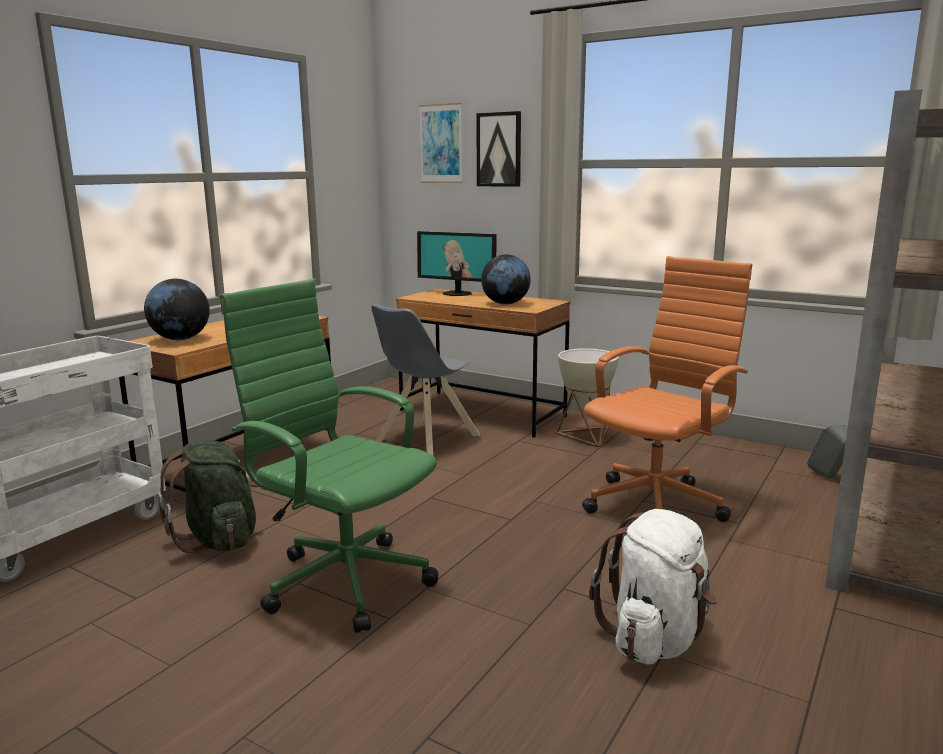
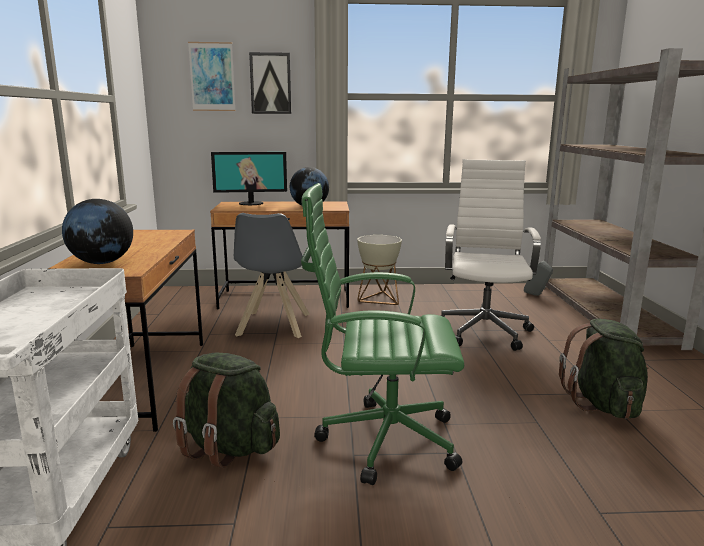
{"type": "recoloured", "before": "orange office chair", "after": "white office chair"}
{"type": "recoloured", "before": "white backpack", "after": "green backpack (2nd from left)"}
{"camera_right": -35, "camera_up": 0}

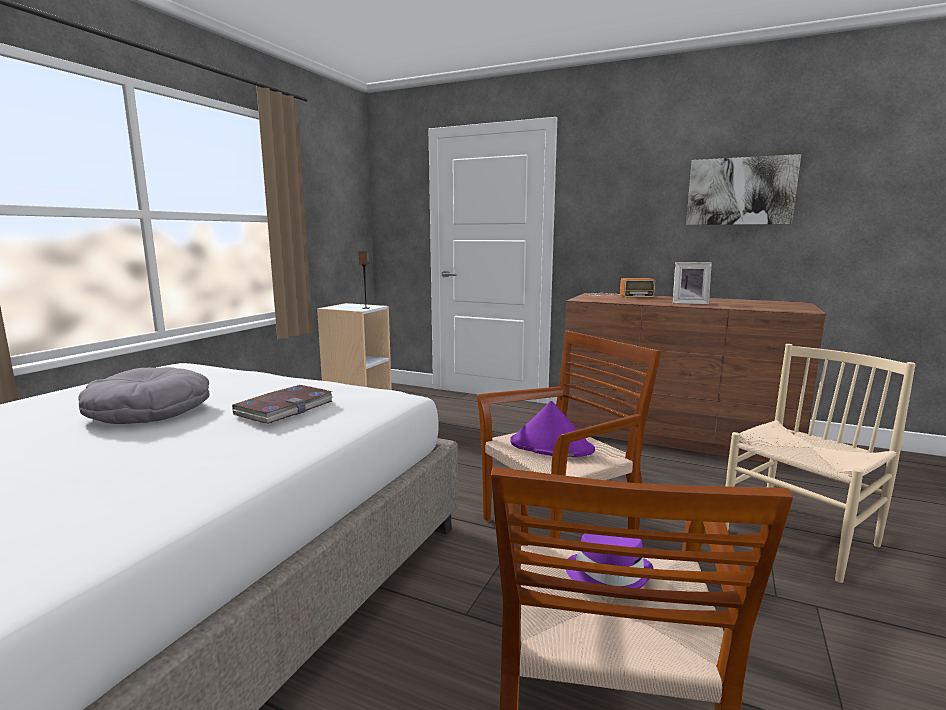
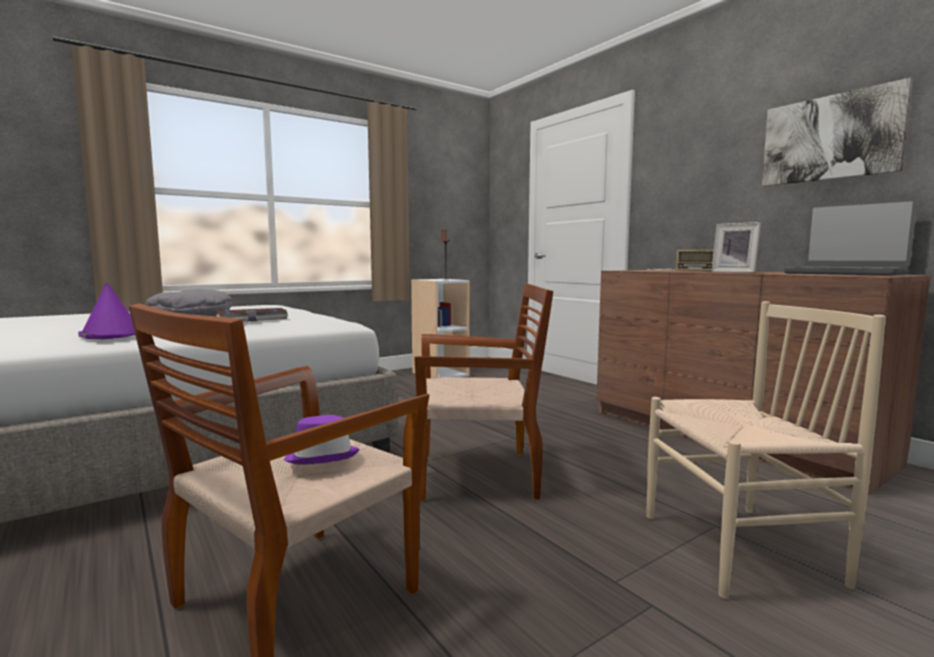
{"type": "moved", "before": "purple hat (1st from left)"}
{"type": "added", "after": "laptop"}
{"camera_right": 30, "camera_up": -5}

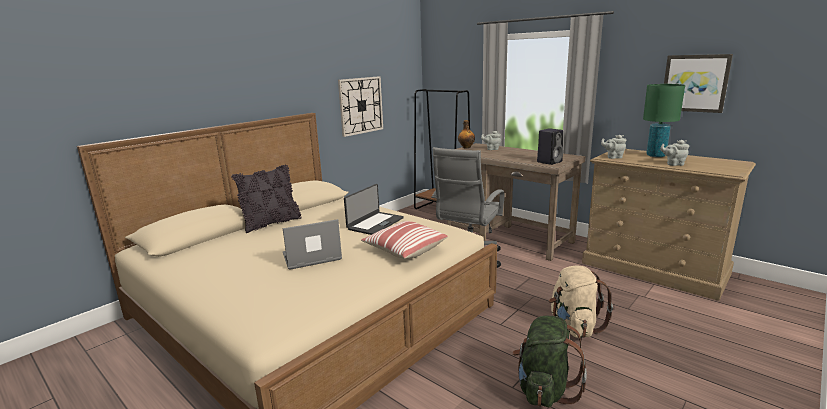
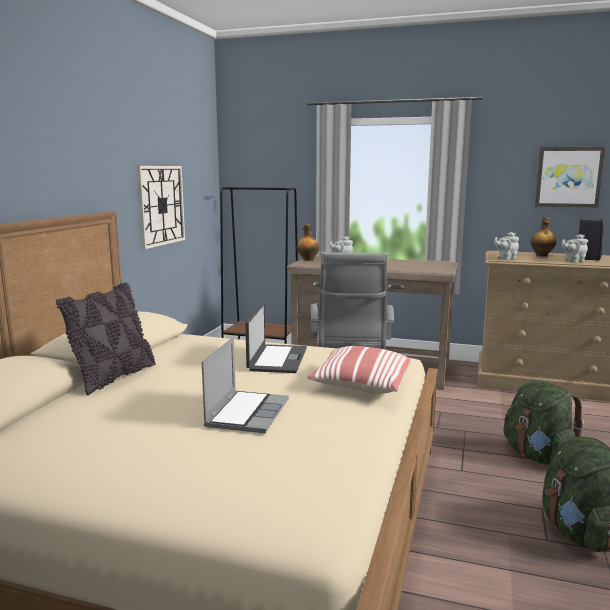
{"type": "turned", "before": "laptop (1st from left)", "turn": 150}
{"type": "moved", "before": "black speaker"}
{"type": "recoloured", "before": "beige backpack", "after": "green backpack (1st from left)"}
{"type": "replaced", "before": "green table lamp", "after": "bottle (2nd from left)"}
{"camera_right": -25, "camera_up": -5}

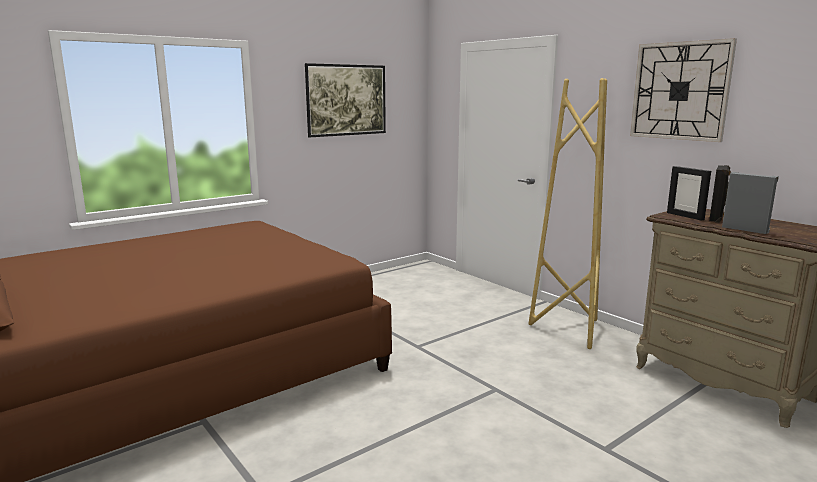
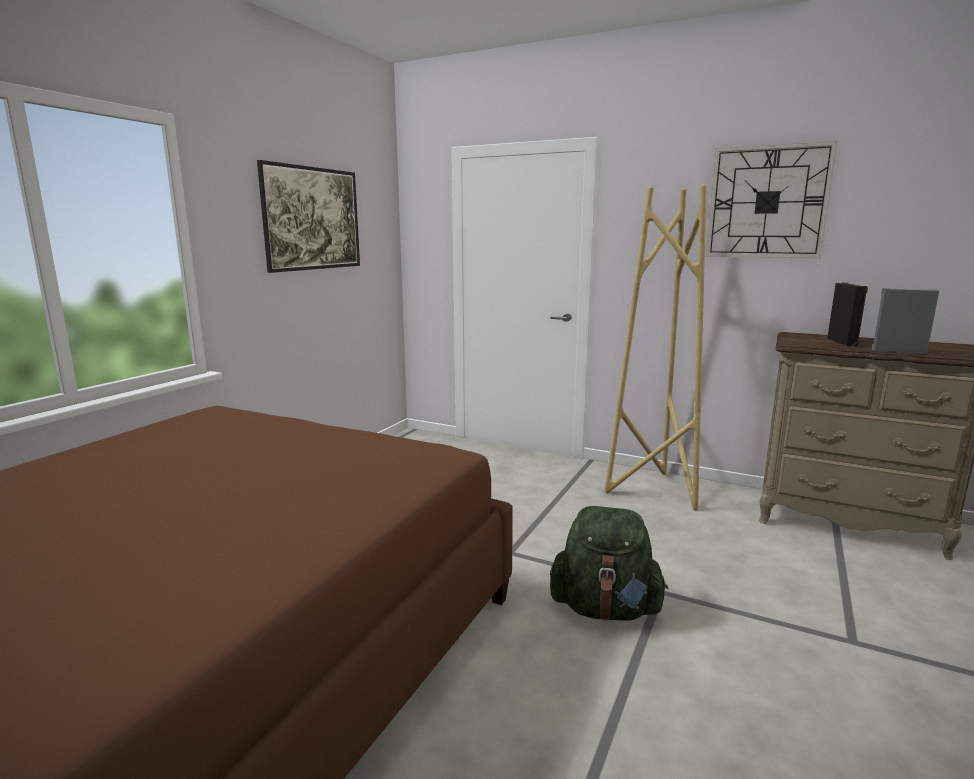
{"type": "removed", "before": "picture frame"}
{"type": "added", "after": "green backpack"}
{"camera_right": -25, "camera_up": 0}

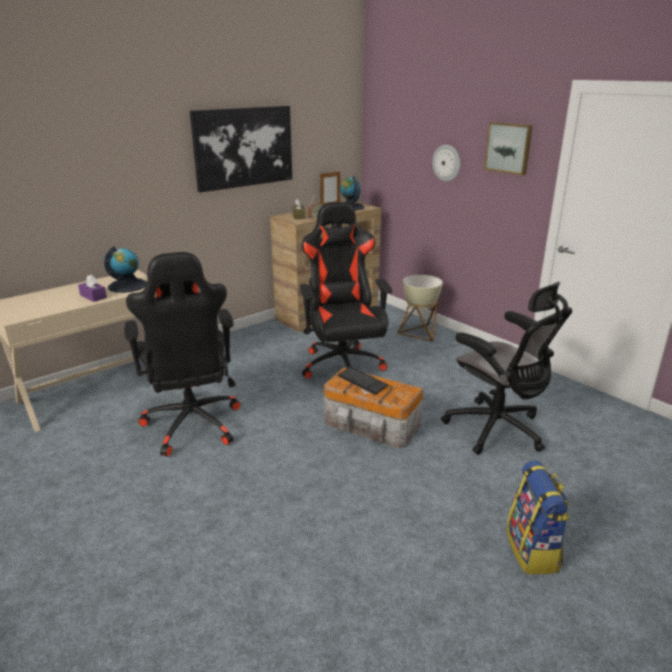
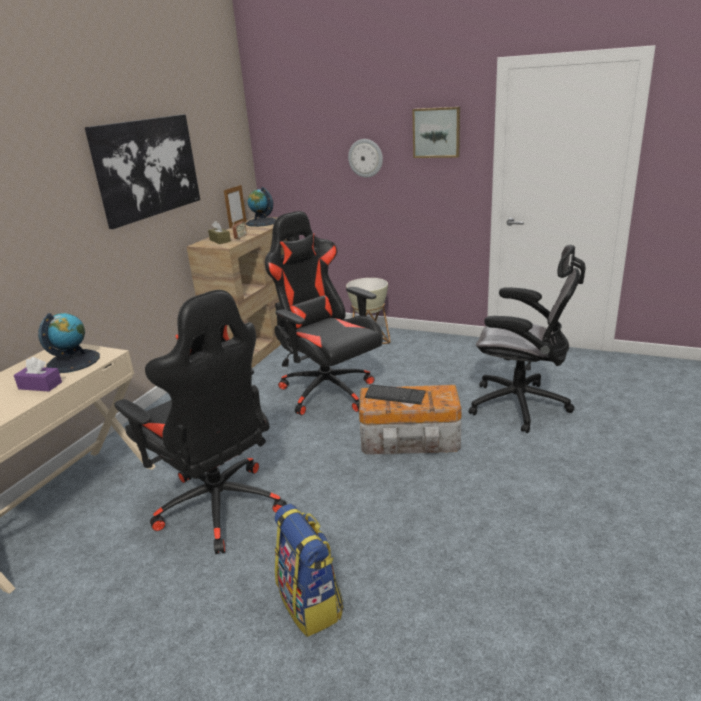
{"type": "moved", "before": "backpack"}
{"camera_right": -25, "camera_up": 0}

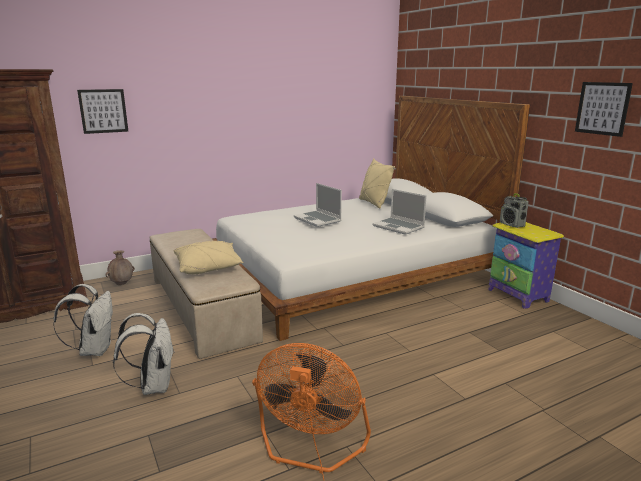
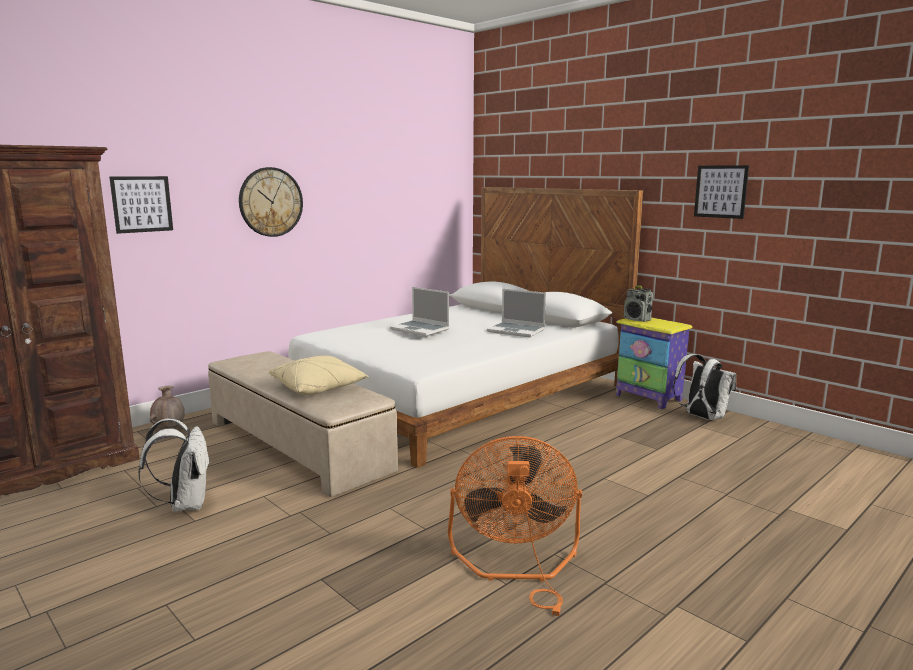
{"type": "moved", "before": "white backpack (2nd from left)"}
{"type": "removed", "before": "beige pillow (2nd from left)"}
{"type": "added", "after": "wall clock"}
{"camera_right": -15, "camera_up": -5}

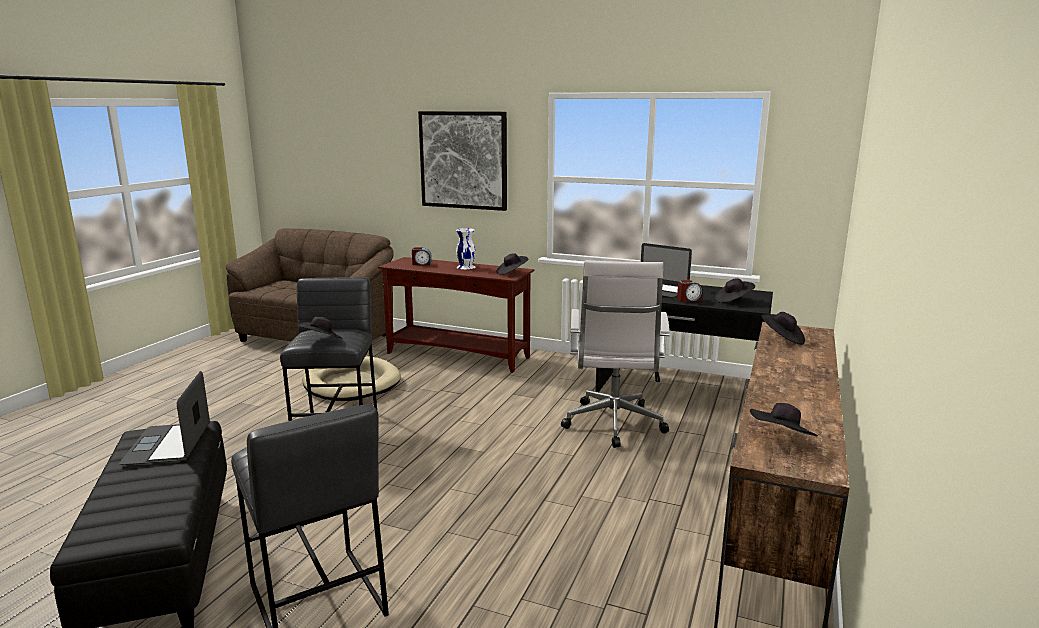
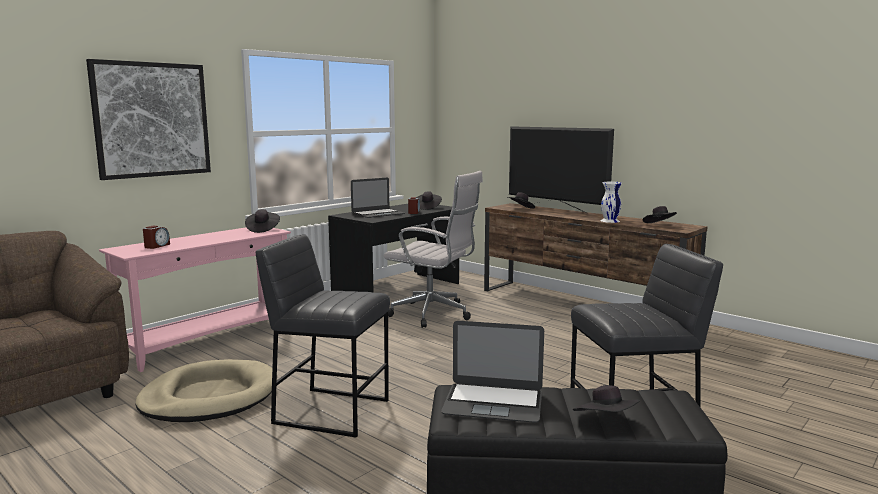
{"type": "moved", "before": "black hat (1st from left in the first image)", "after": "black hat (4th from left)"}
{"type": "recoloured", "before": "brown console table", "after": "pink console table"}
{"type": "moved", "before": "white vase"}
{"type": "added", "after": "television"}
{"camera_right": -70, "camera_up": -5}

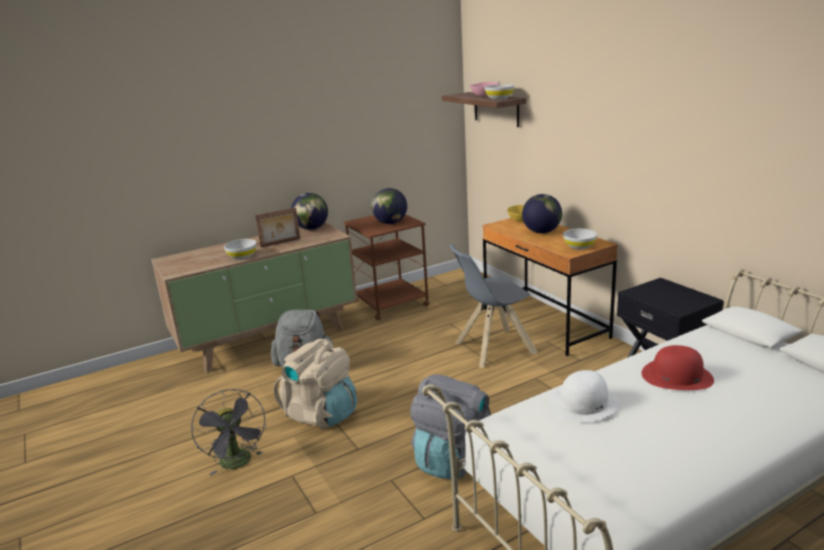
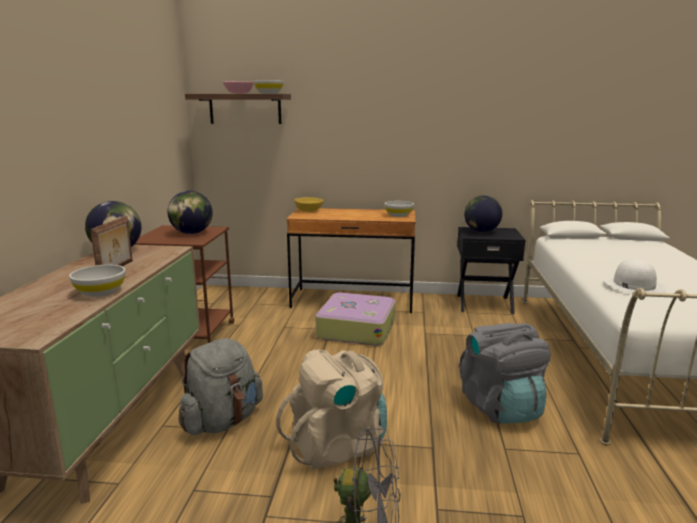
{"type": "replaced", "before": "grey chair", "after": "suitcase"}
{"type": "moved", "before": "globe (3rd from left)"}
{"type": "removed", "before": "red hat"}
{"camera_right": -55, "camera_up": -5}

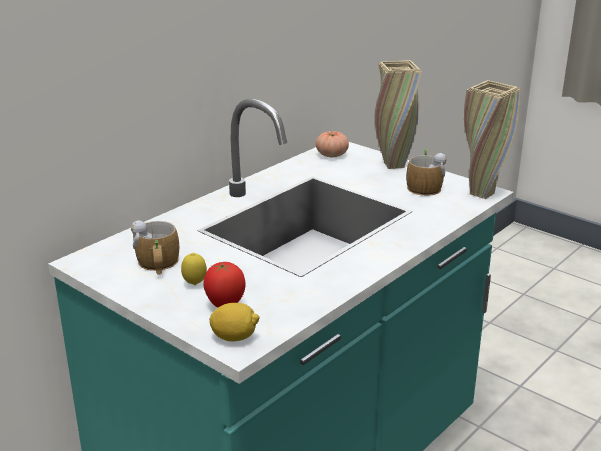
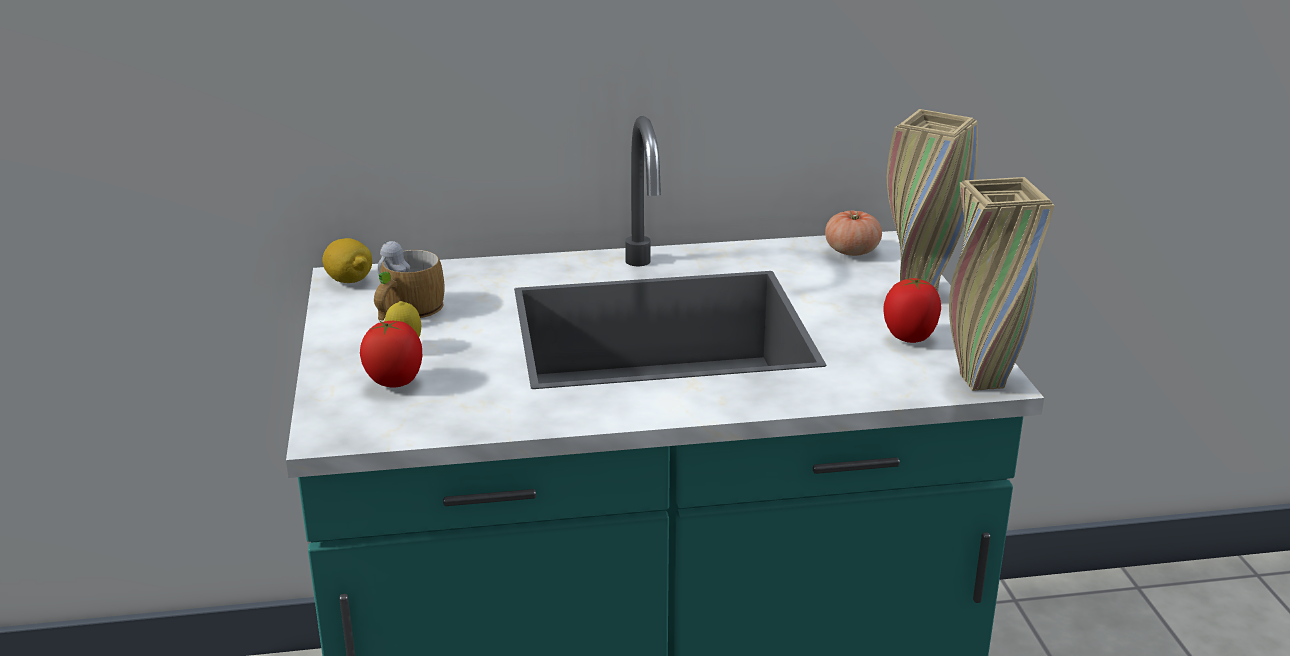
{"type": "moved", "before": "lemon (2nd from left in the first image)", "after": "lemon (1st from left)"}
{"type": "replaced", "before": "mug (2nd from left)", "after": "tomato (3rd from left)"}
{"camera_right": 40, "camera_up": 0}

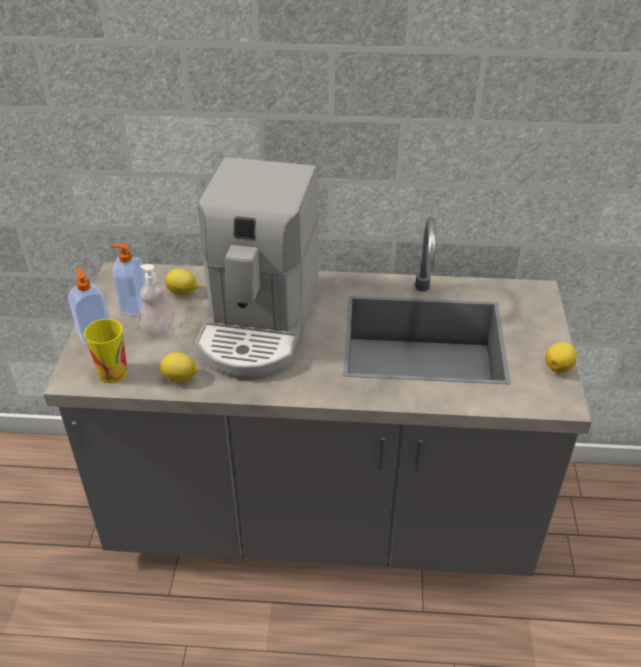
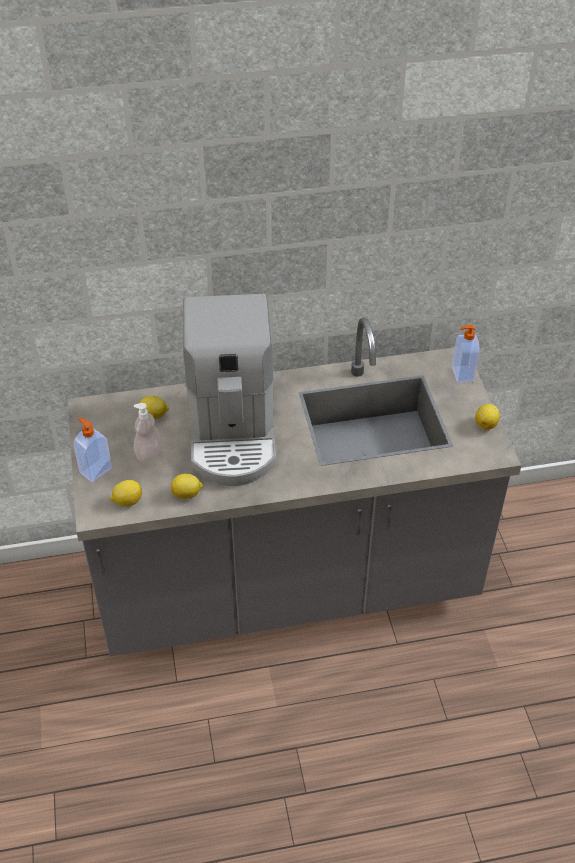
{"type": "replaced", "before": "cup", "after": "lemon (1st from left)"}
{"type": "moved", "before": "soap dispenser (2nd from left in the first image)", "after": "soap dispenser (3rd from left)"}
{"camera_right": -15, "camera_up": 5}

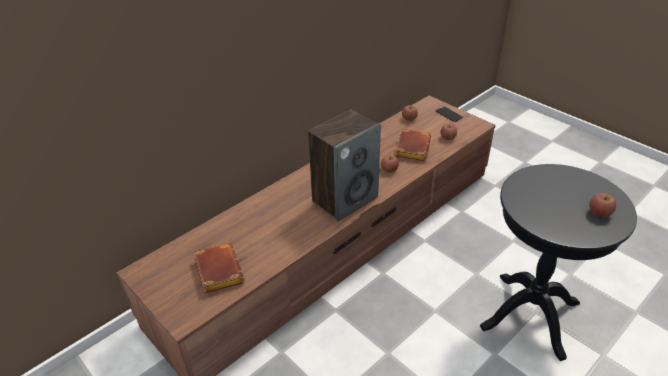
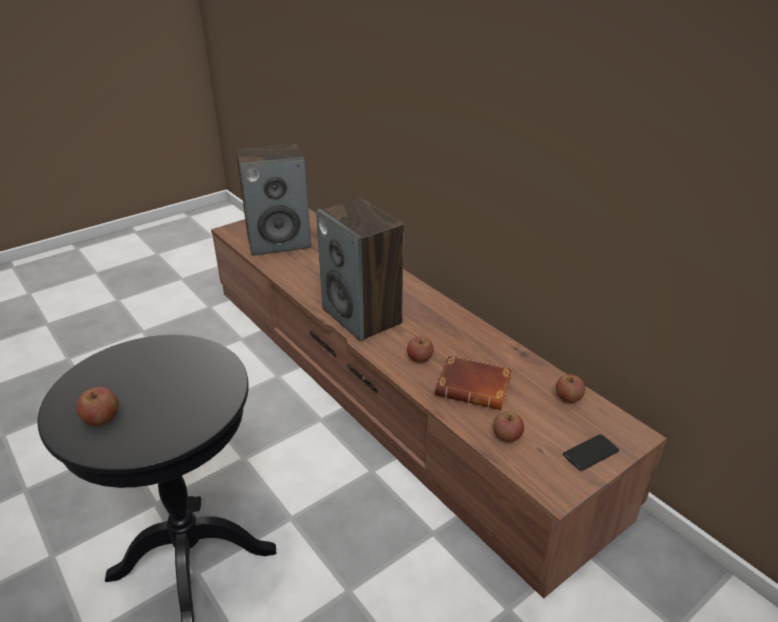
{"type": "replaced", "before": "brown book (1st from left)", "after": "speaker (1st from left)"}
{"camera_right": 95, "camera_up": -5}

